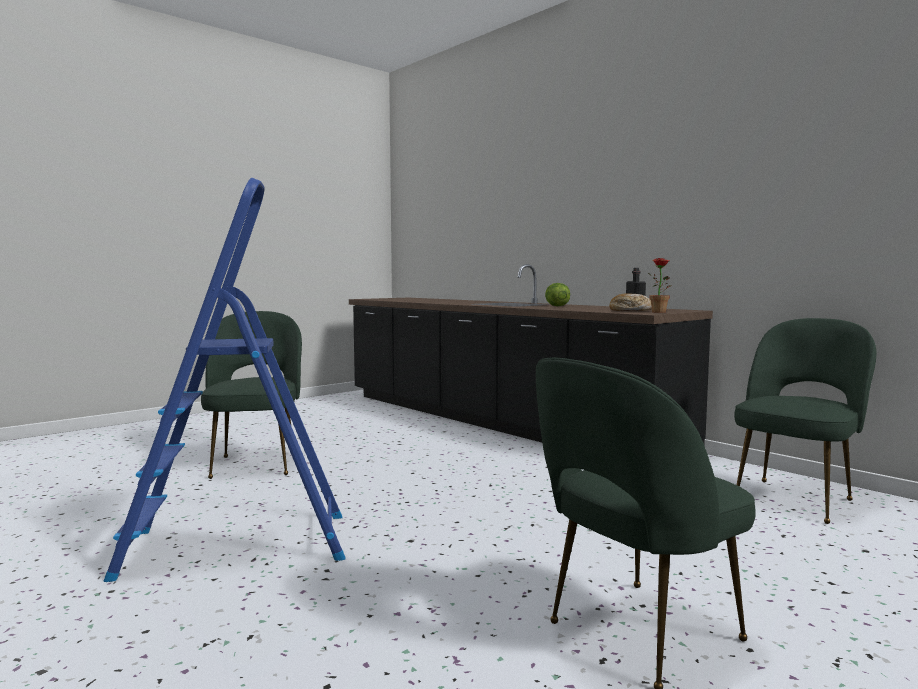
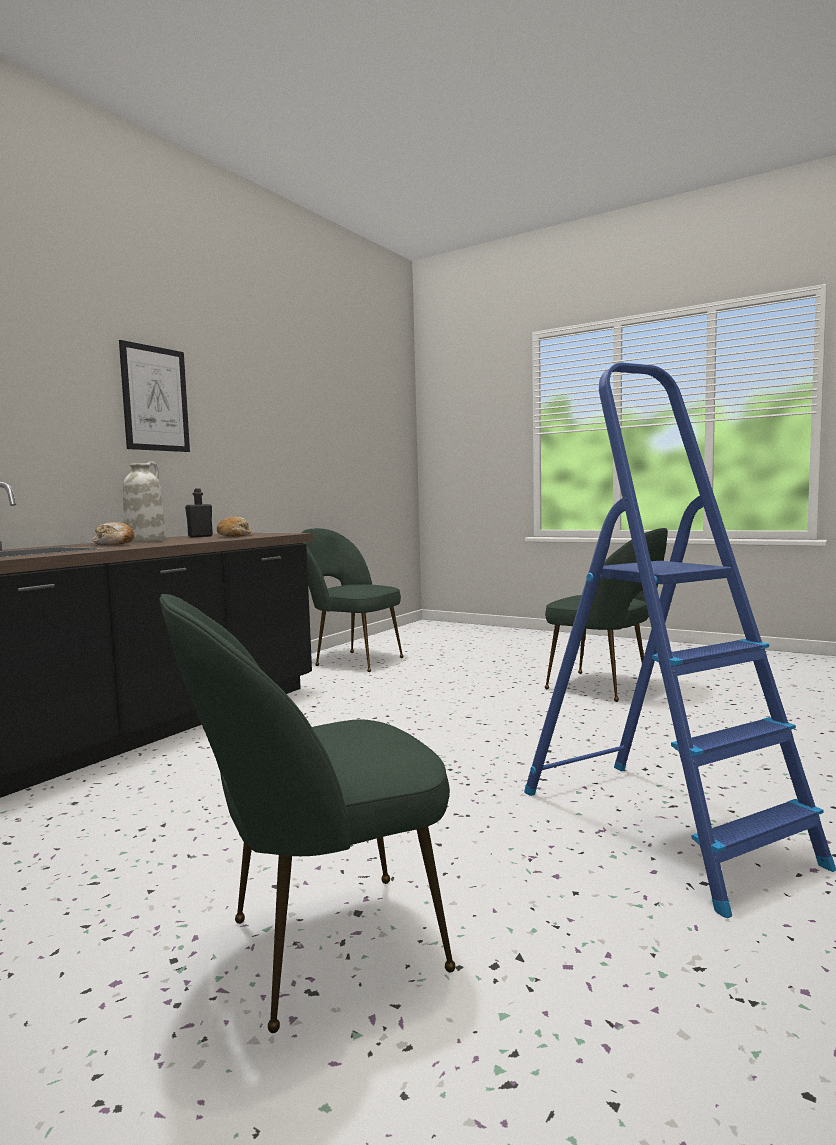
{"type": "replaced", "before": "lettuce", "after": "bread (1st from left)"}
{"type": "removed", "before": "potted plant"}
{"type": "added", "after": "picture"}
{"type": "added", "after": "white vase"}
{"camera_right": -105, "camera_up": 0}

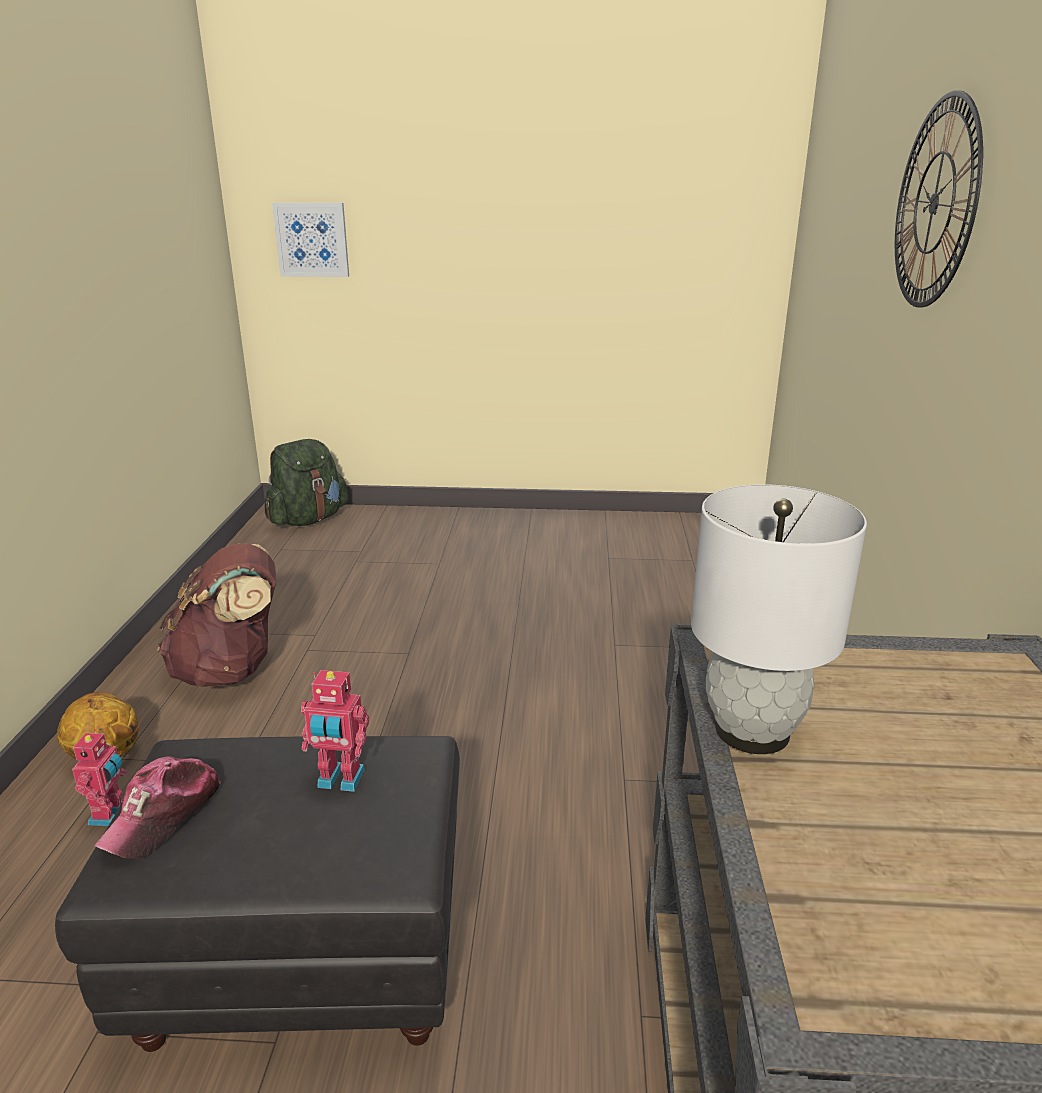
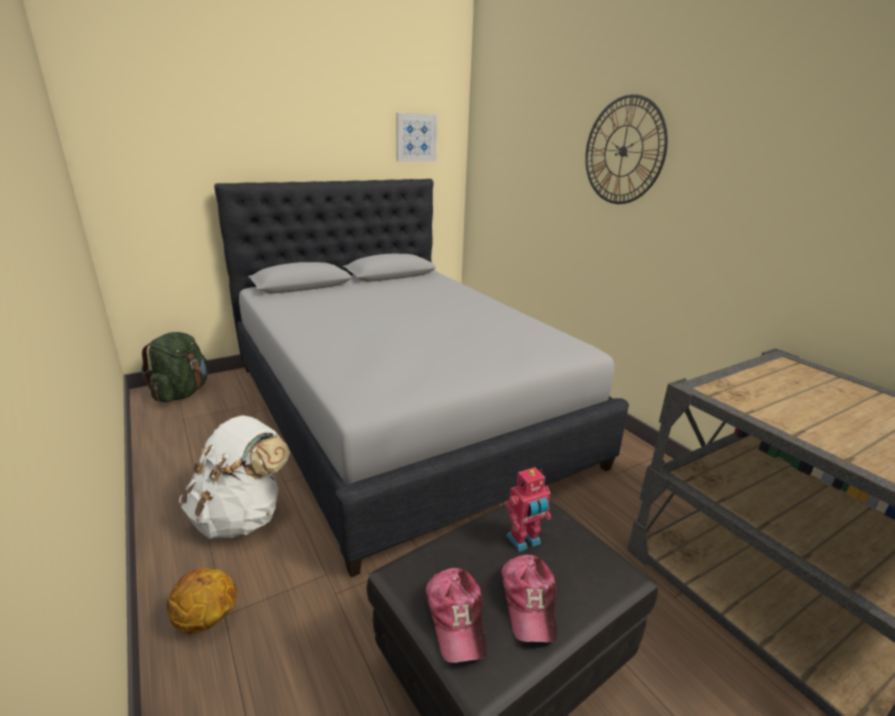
{"type": "removed", "before": "toy robot (1st from left)"}
{"type": "recoloured", "before": "brown backpack", "after": "white backpack"}
{"type": "moved", "before": "picture"}
{"type": "removed", "before": "white table lamp"}
{"type": "added", "after": "grey bed"}
{"type": "added", "after": "cap (2nd from left)"}
{"camera_right": -35, "camera_up": 0}

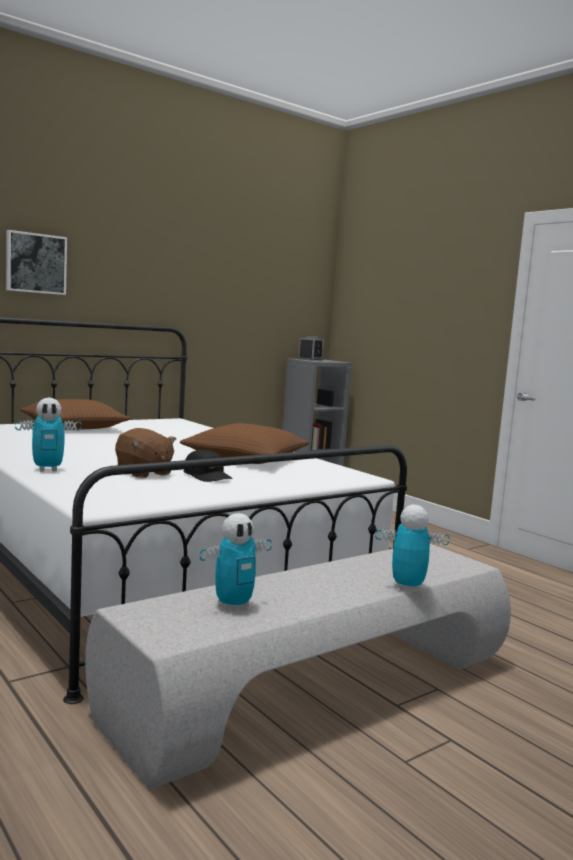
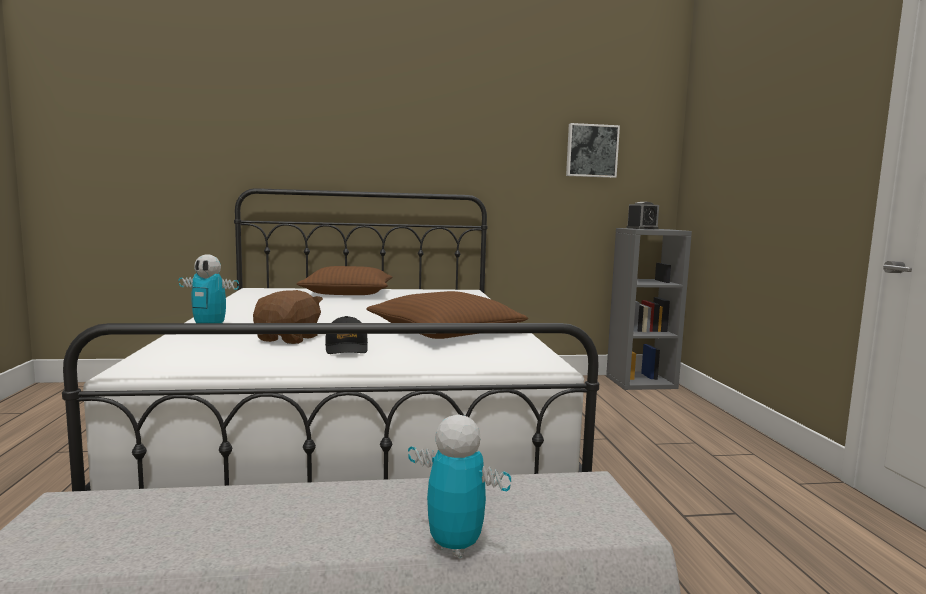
{"type": "moved", "before": "picture"}
{"type": "turned", "before": "brown plush toy", "turn": -150}
{"type": "removed", "before": "toy robot (2nd from left)"}
{"camera_right": 30, "camera_up": 0}

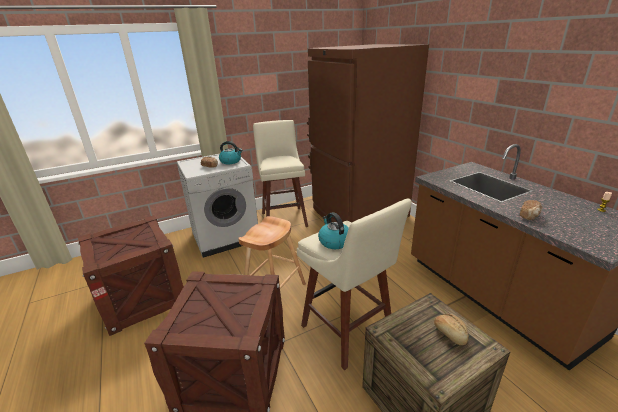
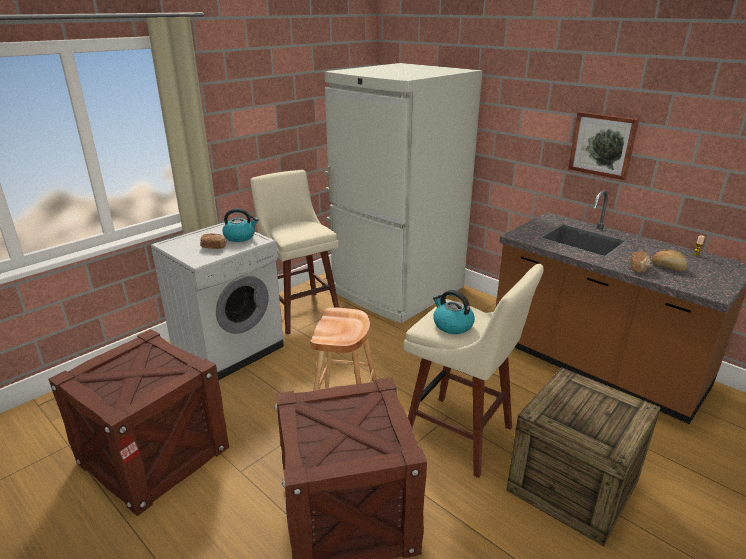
{"type": "recoloured", "before": "brown fridge", "after": "white fridge"}
{"type": "moved", "before": "bread (2nd from left in the first image)", "after": "bread (3rd from left)"}
{"type": "added", "after": "picture"}
{"camera_right": -20, "camera_up": 0}

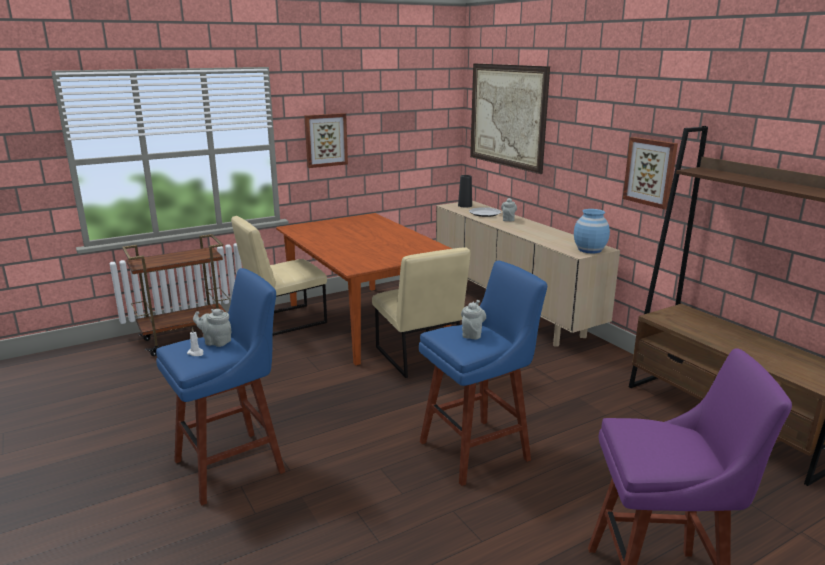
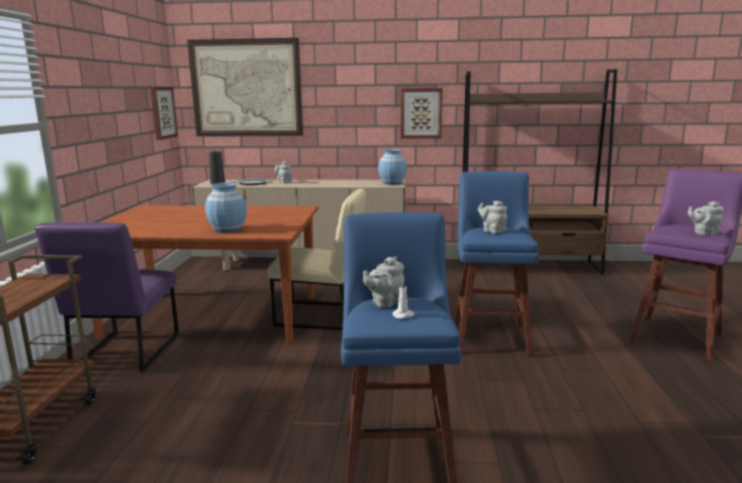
{"type": "recoloured", "before": "beige chair (1st from left)", "after": "purple chair"}
{"type": "moved", "before": "picture (1st from left)"}
{"type": "added", "after": "blue vase (1st from left)"}
{"type": "added", "after": "grey teapot (4th from left)"}
{"camera_right": -55, "camera_up": -5}

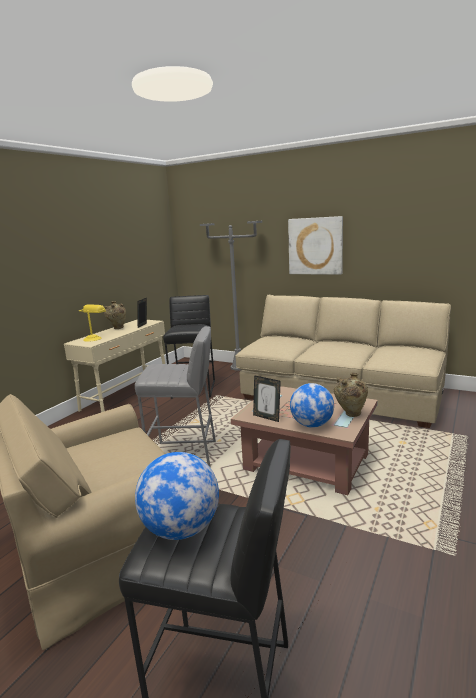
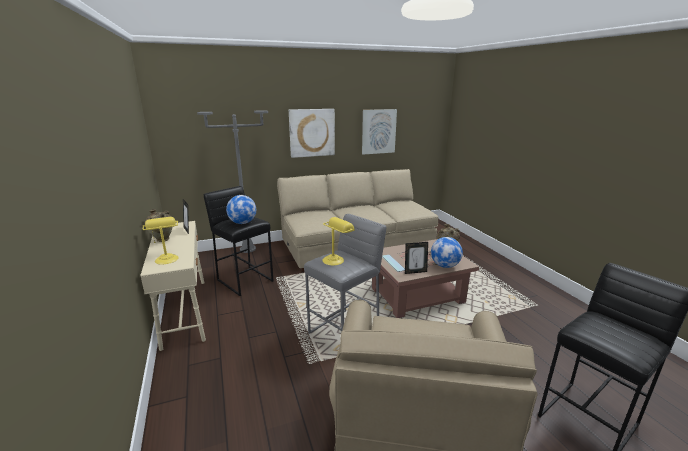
{"type": "moved", "before": "globe (1st from left)"}
{"type": "added", "after": "yellow table lamp (2nd from left)"}
{"type": "added", "after": "picture (2nd from left)"}
{"camera_right": -50, "camera_up": 5}

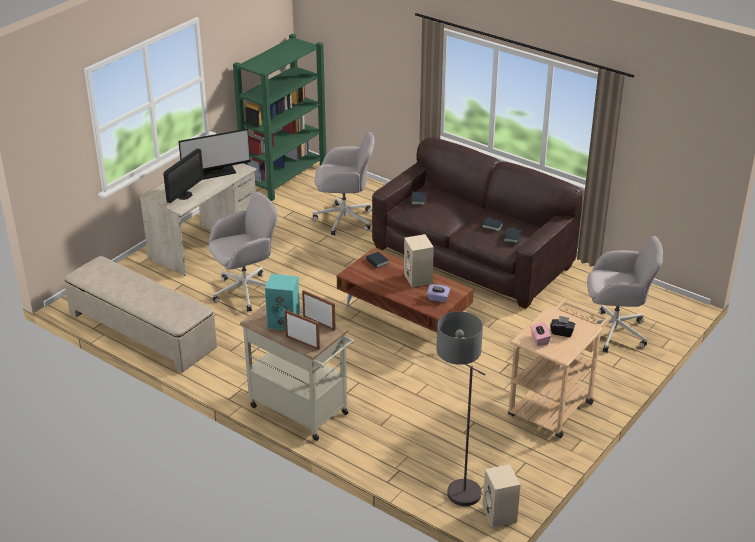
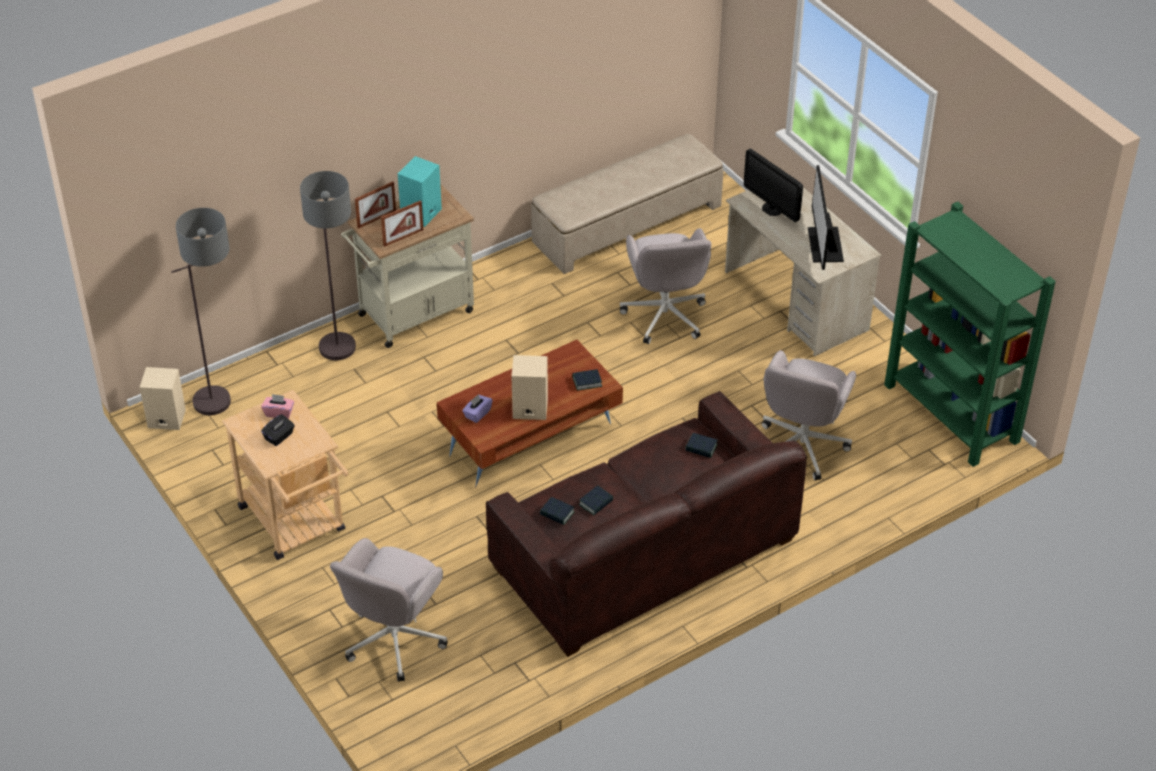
{"type": "added", "after": "grey floor lamp (2nd from left)"}
{"camera_right": 110, "camera_up": 10}

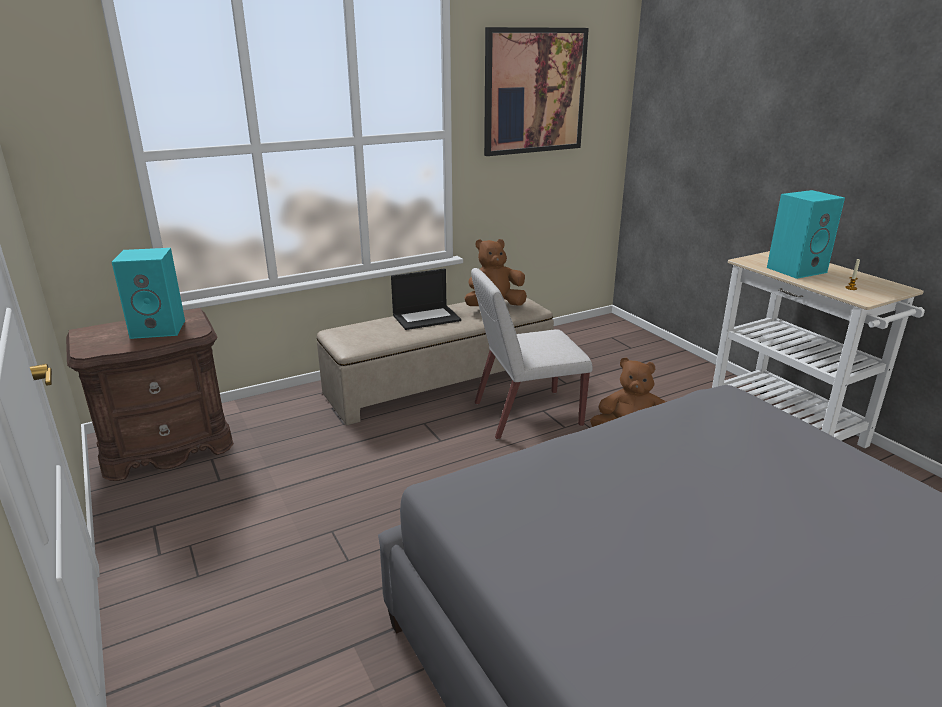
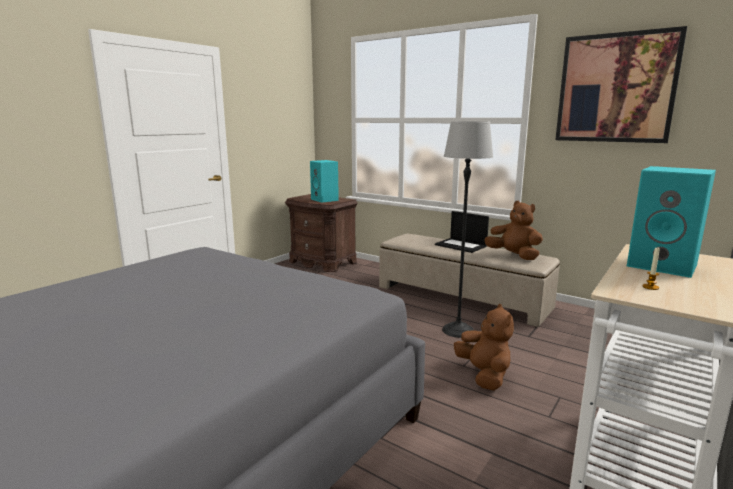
{"type": "replaced", "before": "white chair", "after": "floor lamp"}
{"camera_right": 65, "camera_up": -10}

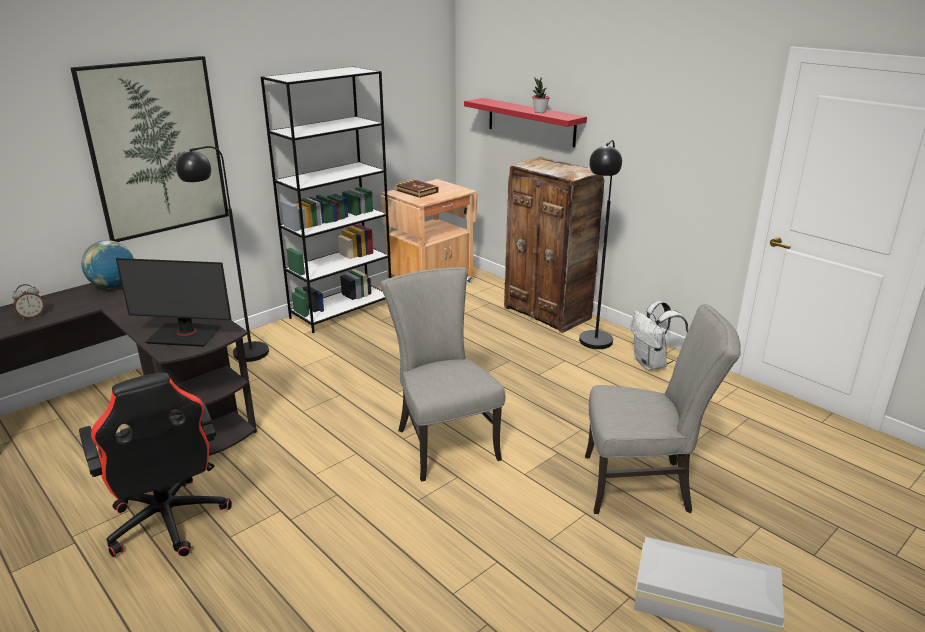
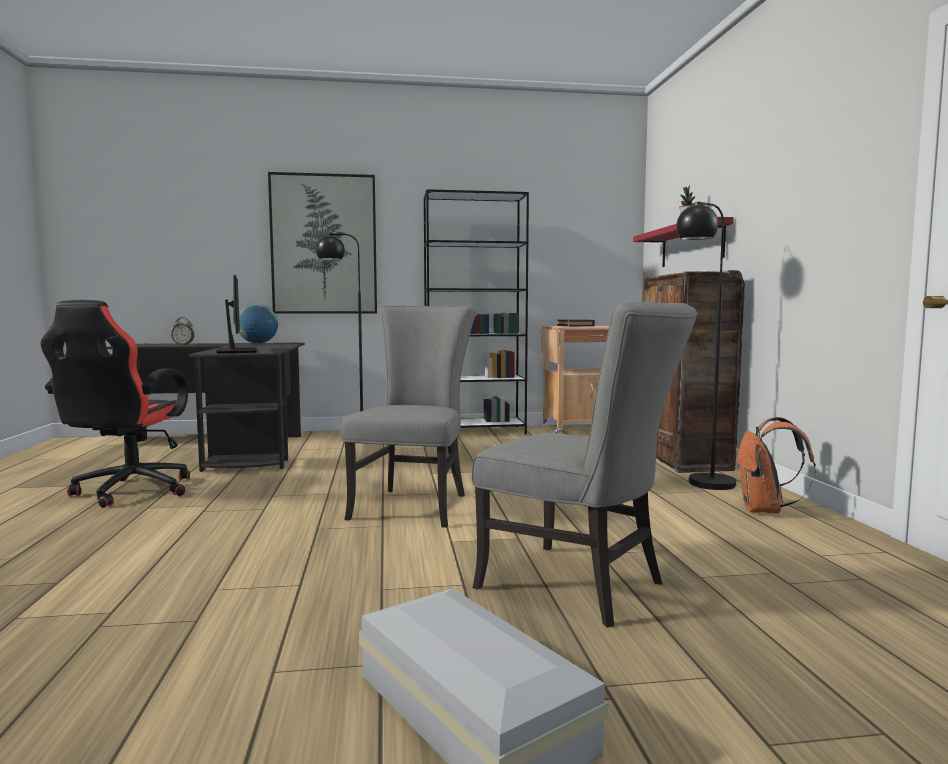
{"type": "turned", "before": "monitor", "turn": -150}
{"type": "recoloured", "before": "white backpack", "after": "orange backpack"}
{"camera_right": 35, "camera_up": -20}

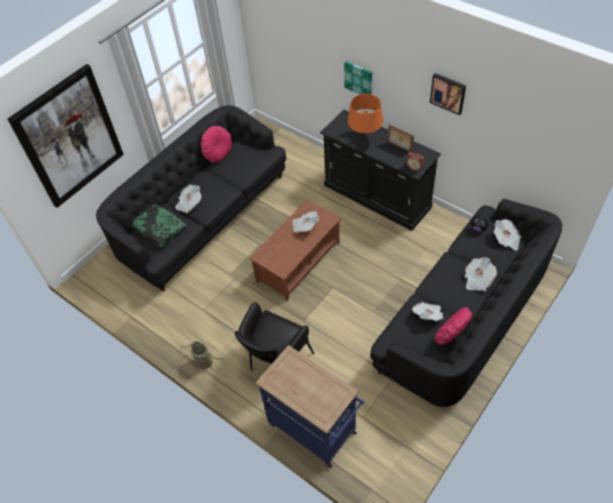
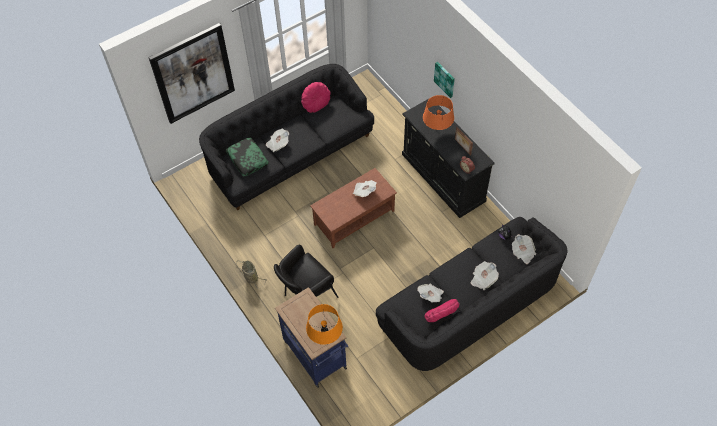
{"type": "removed", "before": "picture (3rd from left)"}
{"type": "added", "after": "orange table lamp (1st from left)"}
{"camera_right": 15, "camera_up": 5}

